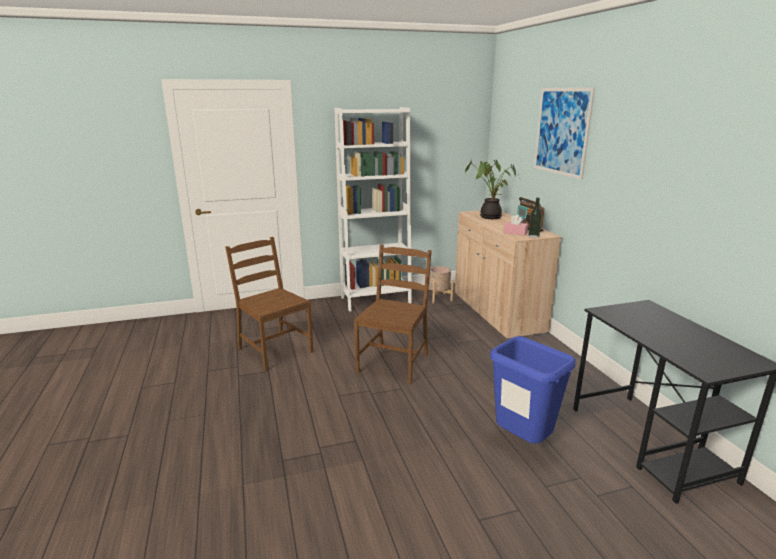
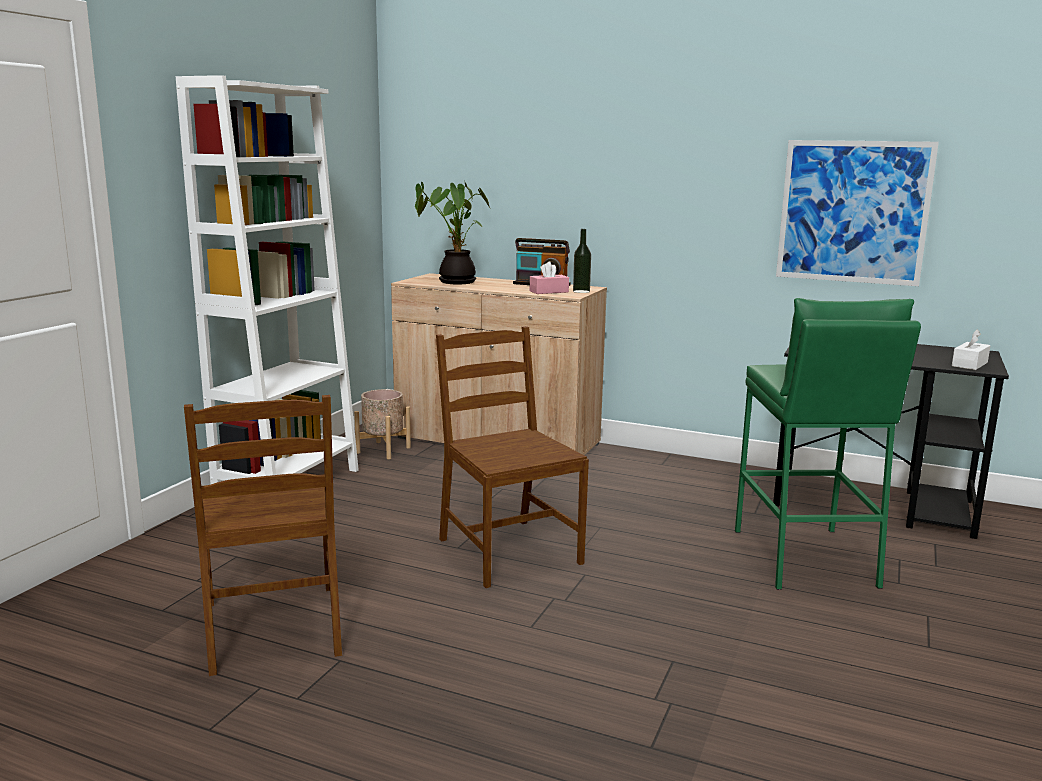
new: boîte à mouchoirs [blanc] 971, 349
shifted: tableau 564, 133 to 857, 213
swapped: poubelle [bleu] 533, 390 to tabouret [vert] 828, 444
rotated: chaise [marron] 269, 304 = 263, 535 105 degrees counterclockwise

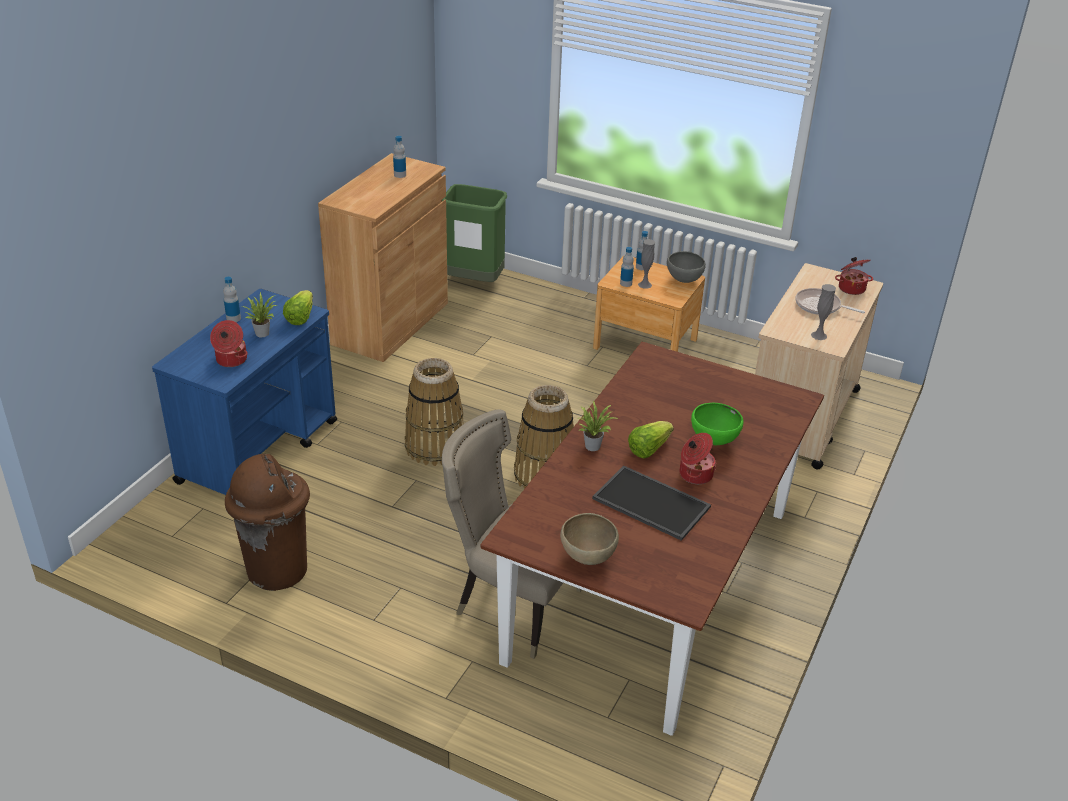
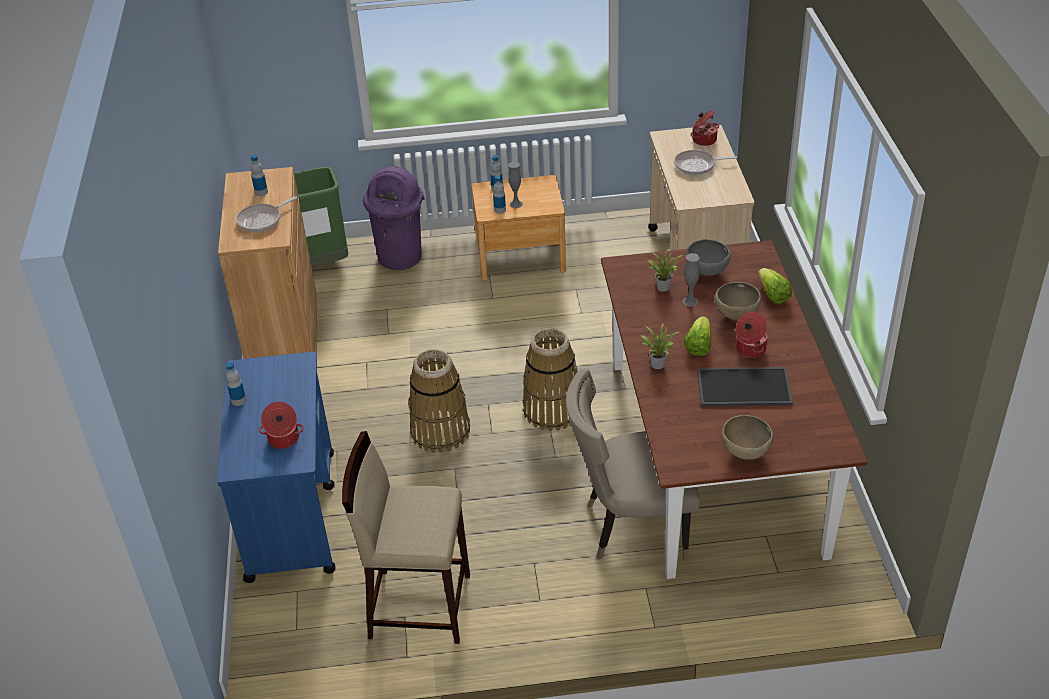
new: poubelle [violet] 393, 218; poêle 266, 214
shifted: bol [gris] 686, 267 to 708, 258; vase [gris] 823, 312 to 691, 280; laitue 298, 307 to 775, 286; plante en pot 259, 315 to 665, 270
swapped: poubelle [marron] 267, 522 to tabouret [beige] 406, 537
repainted: bol [vert] 717, 424 to bol [marron] 738, 301

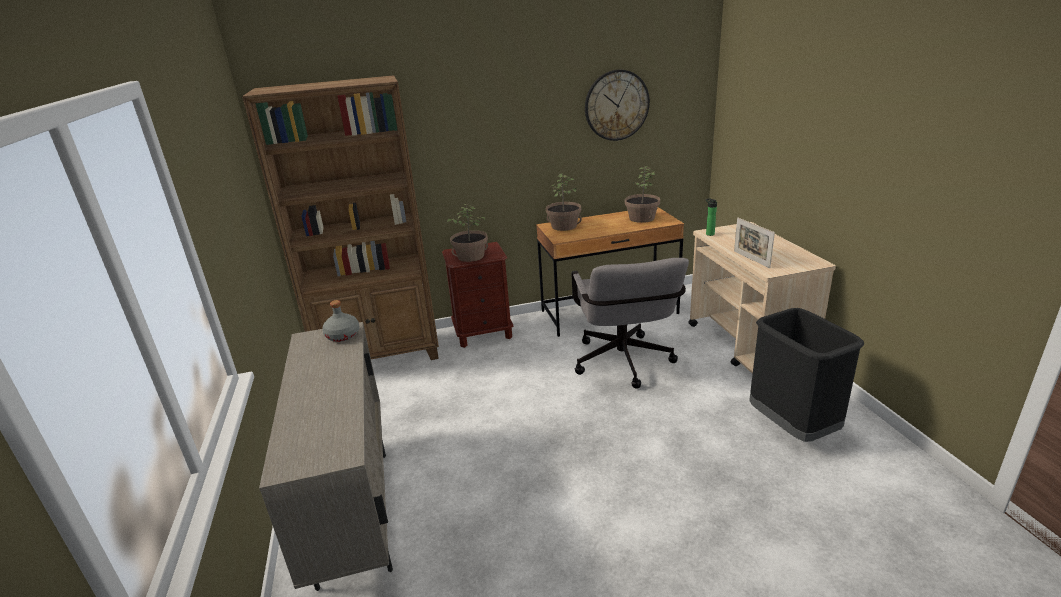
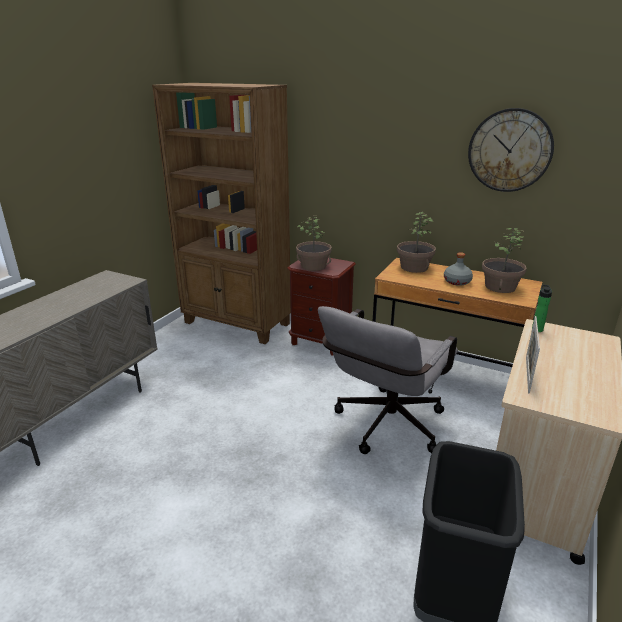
shifted: bouteille [gris] 341, 321 to 458, 269

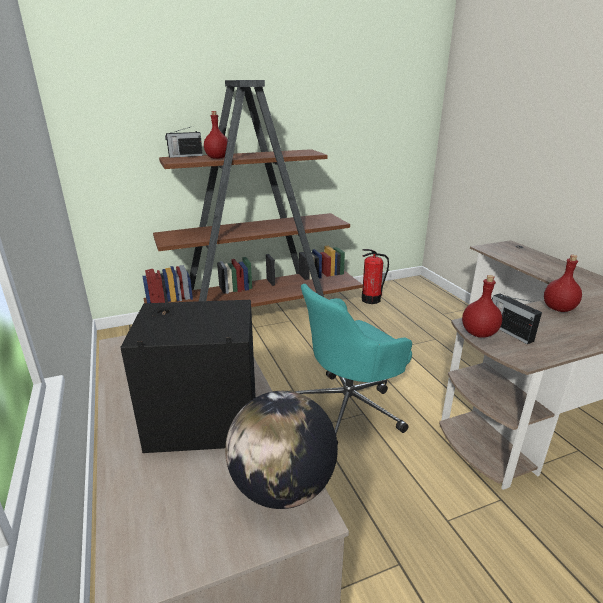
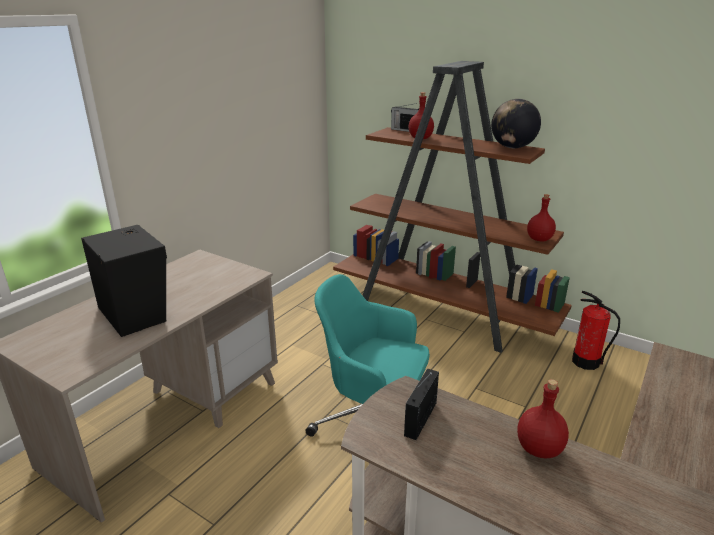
shifted: bouteille [rouge] 482, 306 to 541, 218; globe 281, 450 to 516, 123

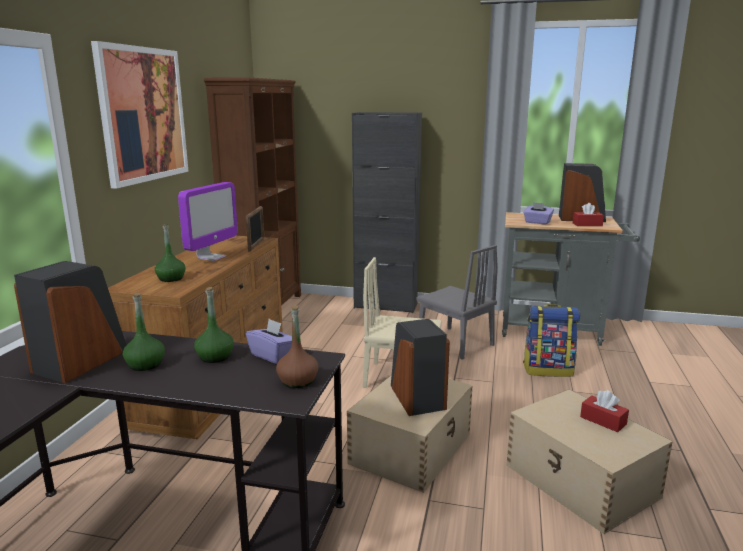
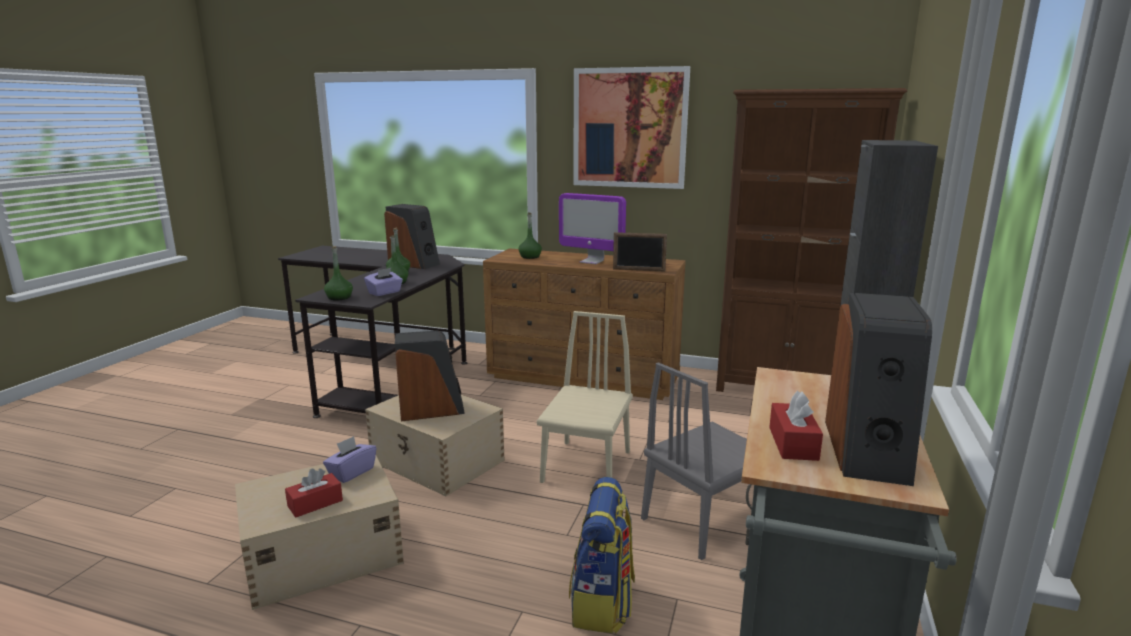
shifted: boîte à mouchoirs [violet] 539, 213 to 350, 459
repainted: bouteille [marron] 297, 346 to bouteille [vert] 338, 273

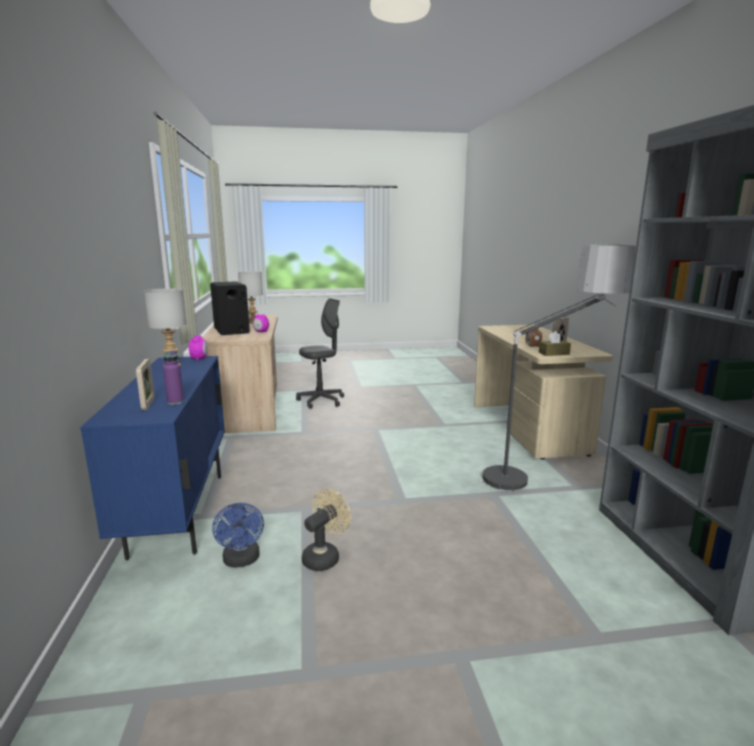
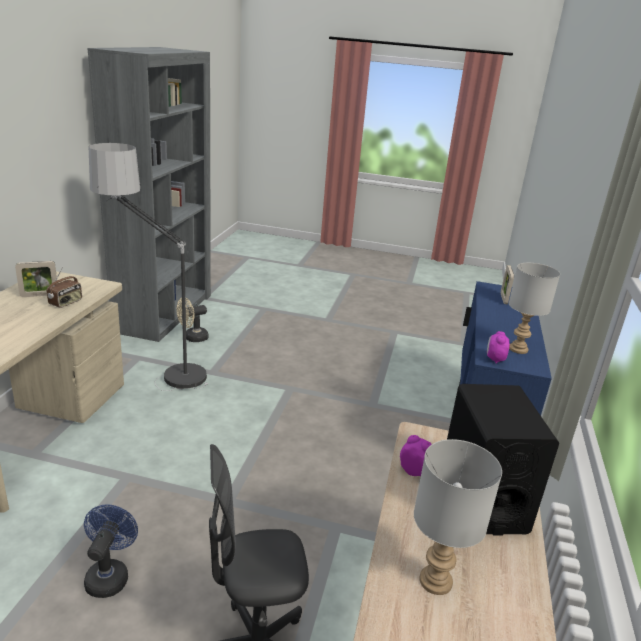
gone: boîte à mouchoirs [marron] 555, 343; bouteille [violet] 173, 377
shifted: ventilateur [beige] 326, 530 to 192, 320; ventilateur [bleu] 238, 535 to 111, 551

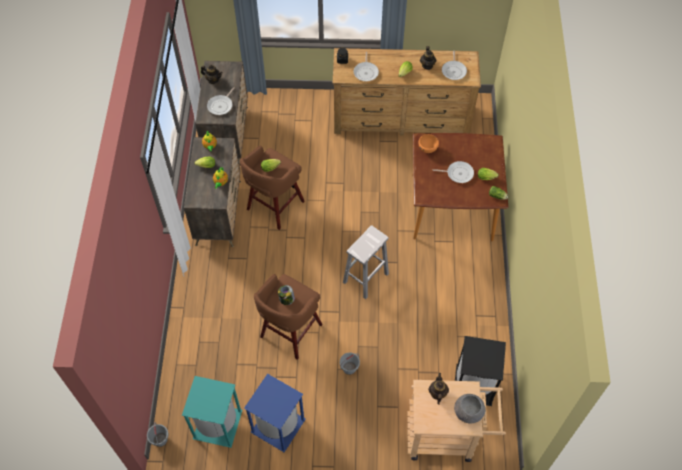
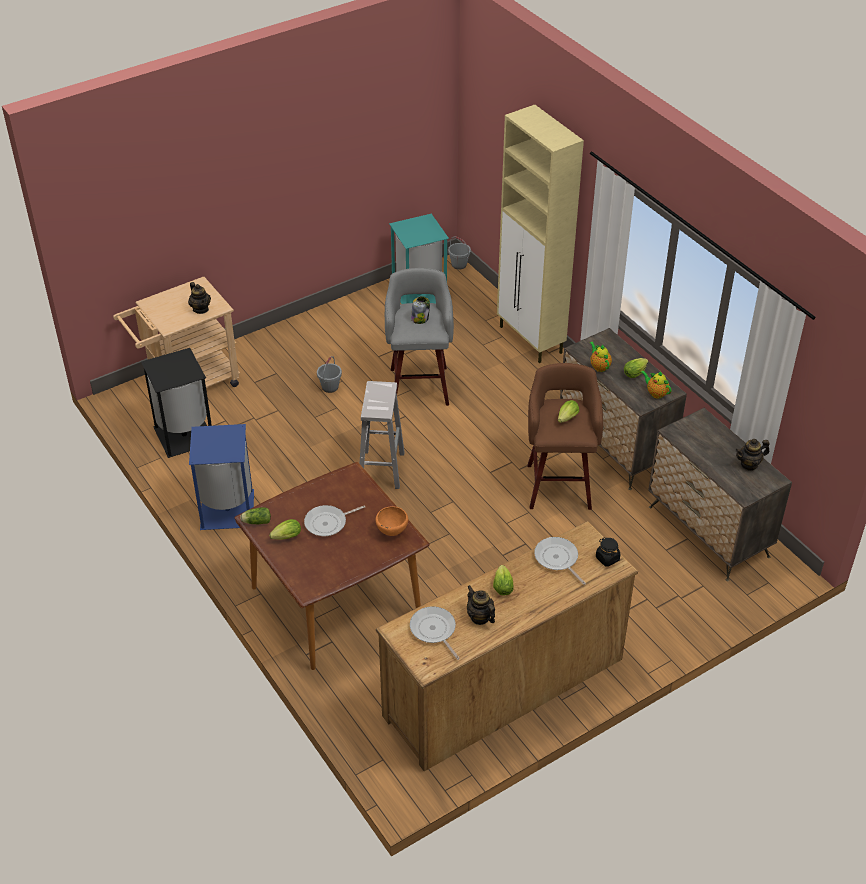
gone: poêle 221, 101; bol [gris] 470, 409
new: meuble de rangement [beige] 540, 234
shifted: poubelle [bleu] 275, 413 to 221, 477
repainted: tabouret [marron] 288, 317 to tabouret [gris] 419, 337

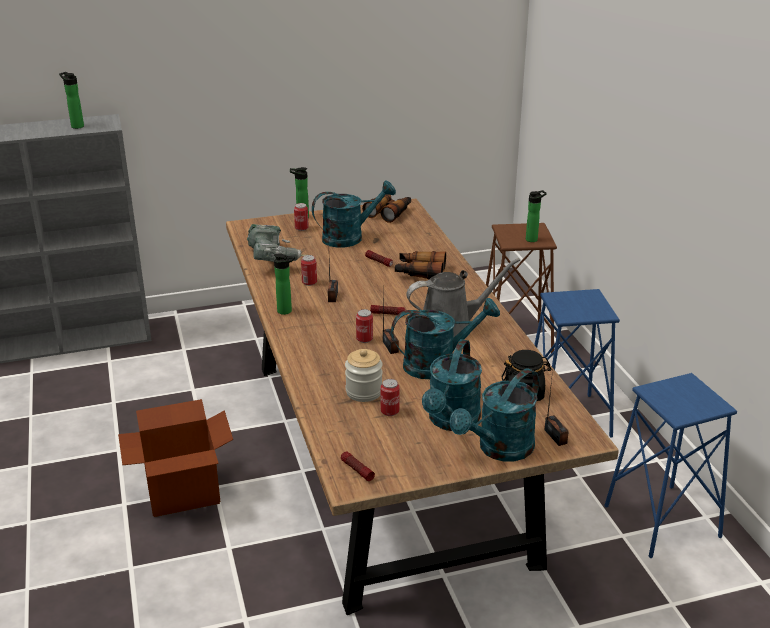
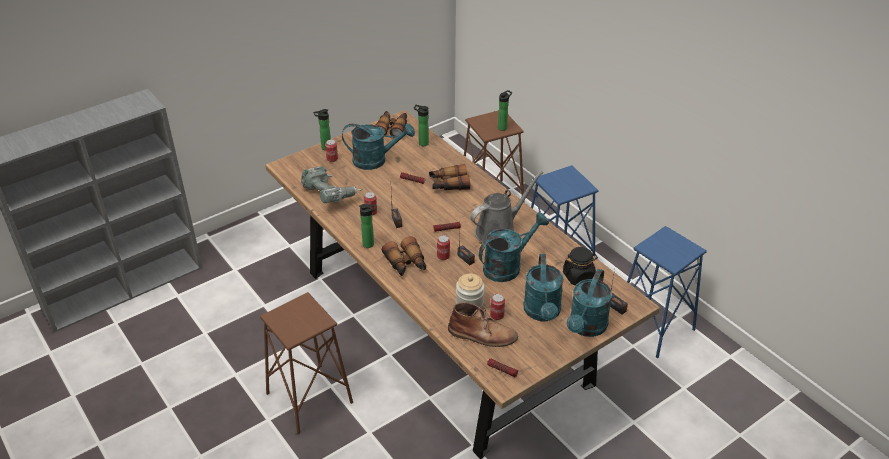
new: jumelles 404, 256; botte [marron] 483, 324
shifted: bouteille 71, 100 to 421, 125
swapped: carton 175, 458 to tabouret [marron] 306, 363
rotated: arrosoir [turquoise] 354, 214 = 378, 146 45 degrees clockwise

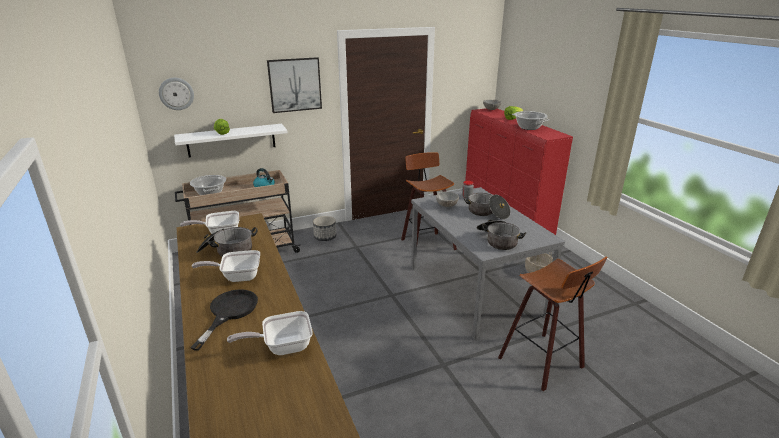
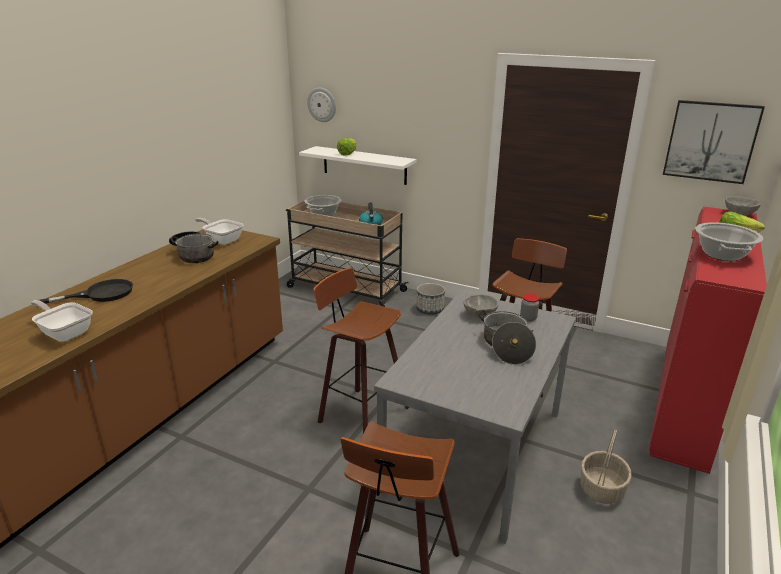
gone: marmite 501, 235; poêle 226, 266
new: tabouret 361, 351
shifted: tableau 294, 85 to 714, 142

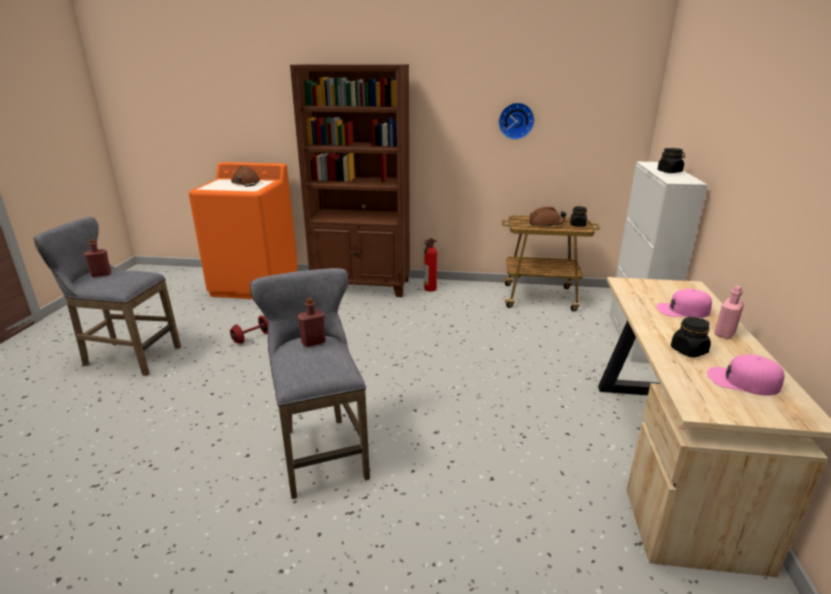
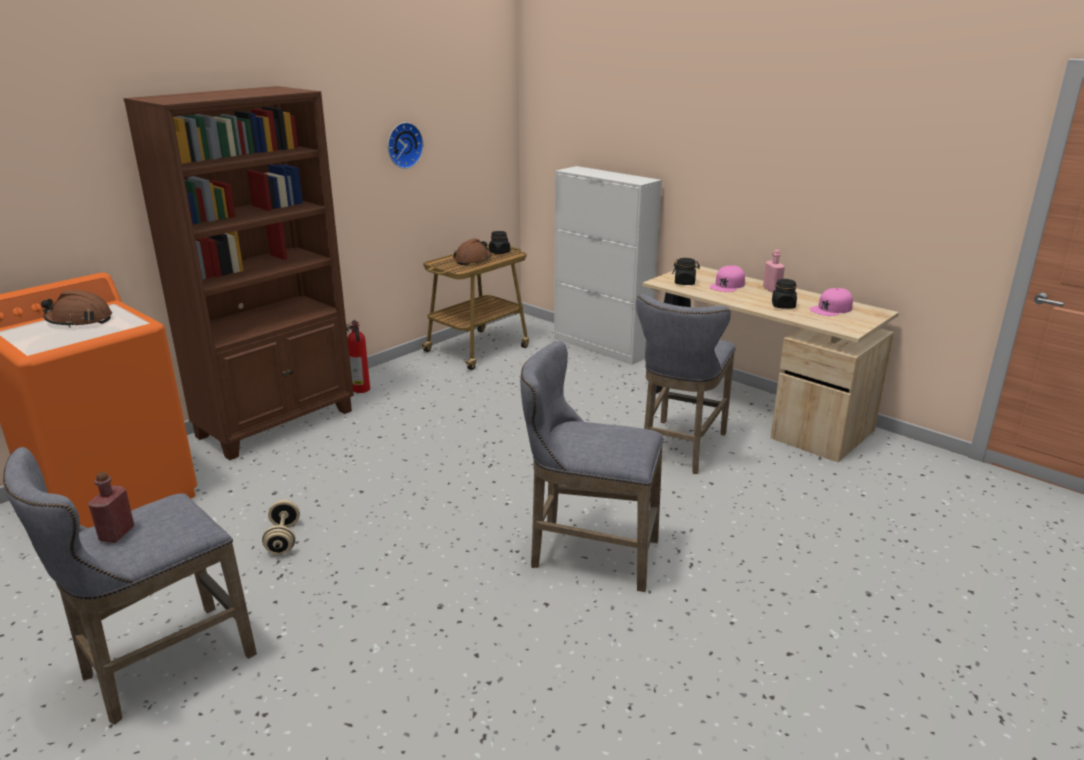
gone: bouteille [rouge] 312, 322
new: tabouret [gris] 686, 384
shifted: bocal [noir] 671, 160 to 686, 271
repainted: haltère [rouge] 249, 329 to haltère [beige] 281, 527

